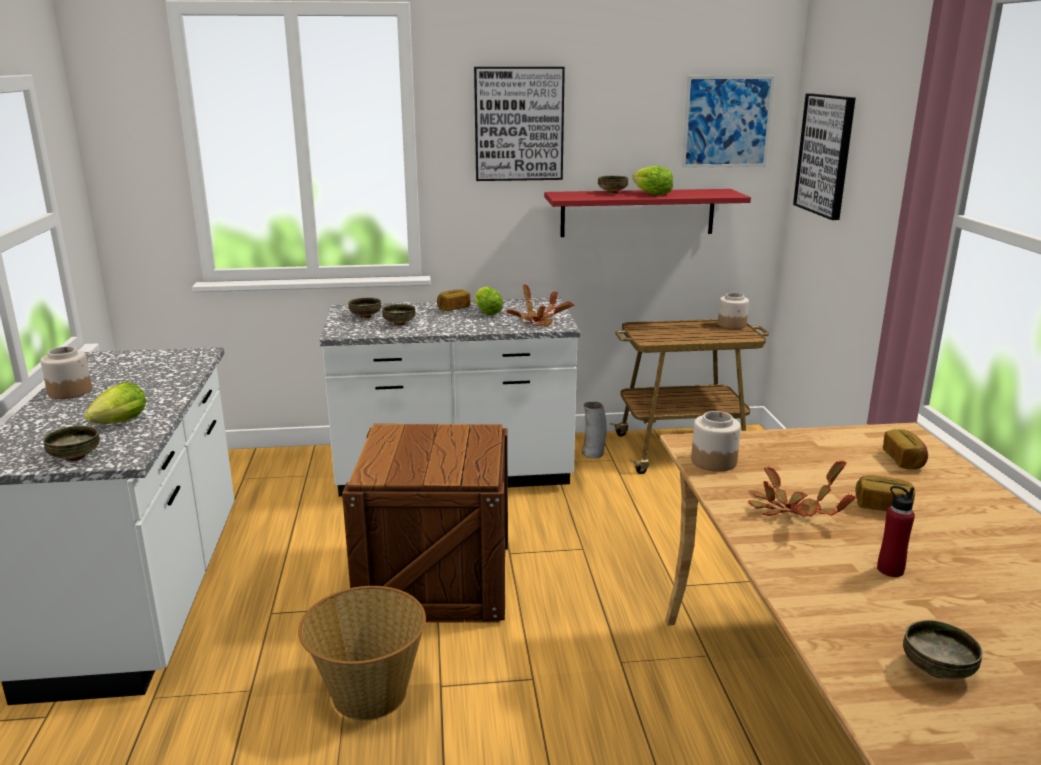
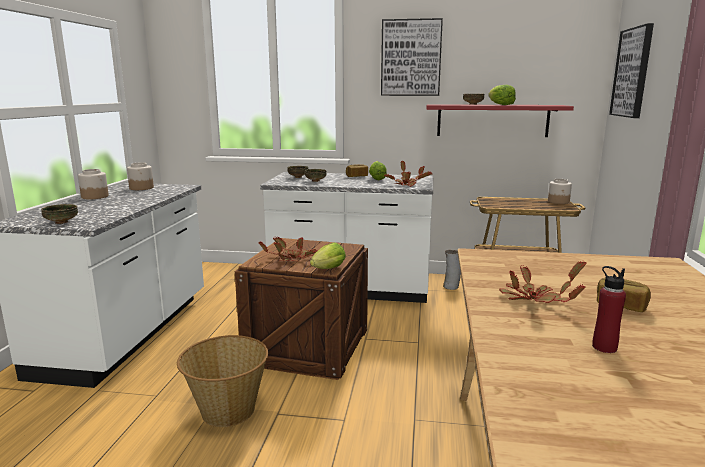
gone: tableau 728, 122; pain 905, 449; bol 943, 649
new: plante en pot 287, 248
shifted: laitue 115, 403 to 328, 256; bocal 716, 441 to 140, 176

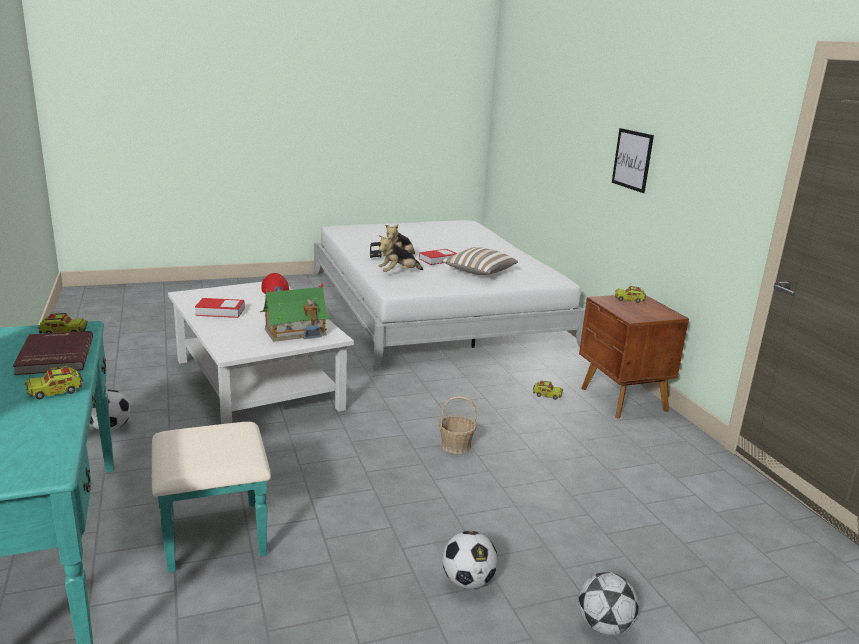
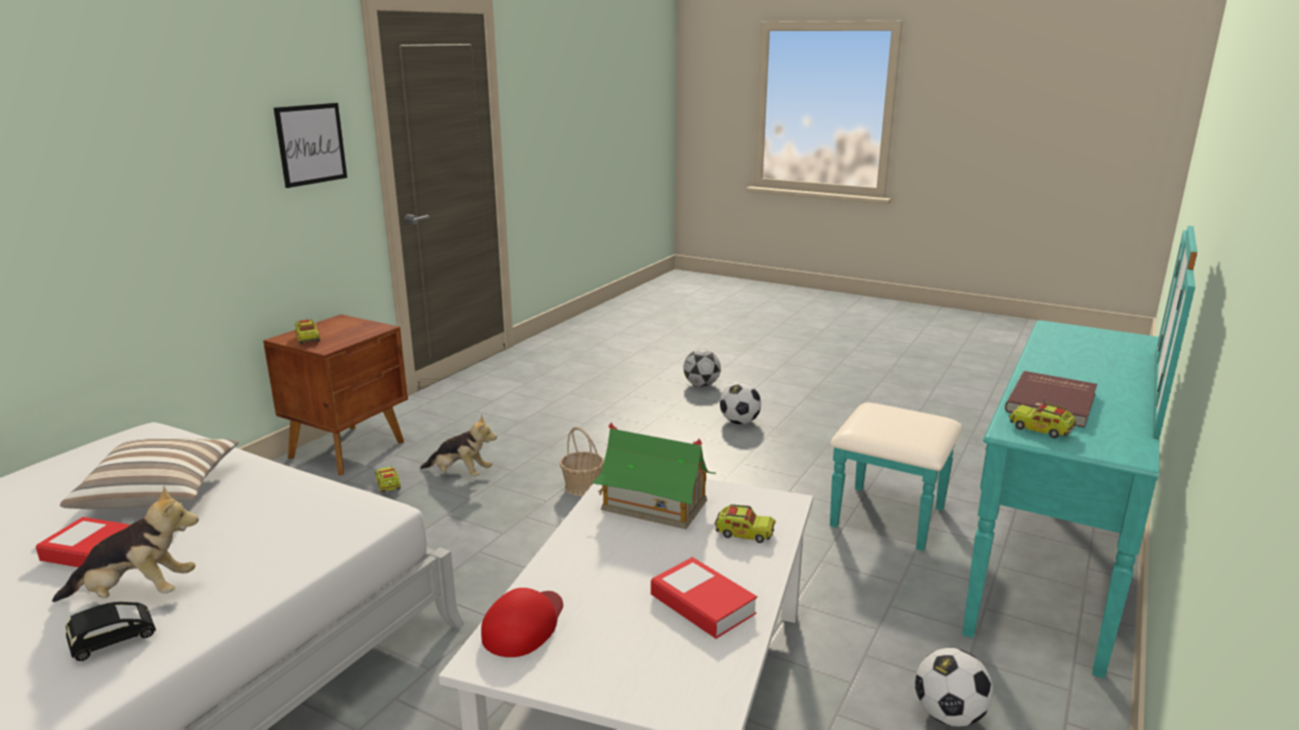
shifted: tableau 633, 160 to 310, 145; peluche 400, 253 to 458, 445; camion jouet 54, 383 to 745, 523

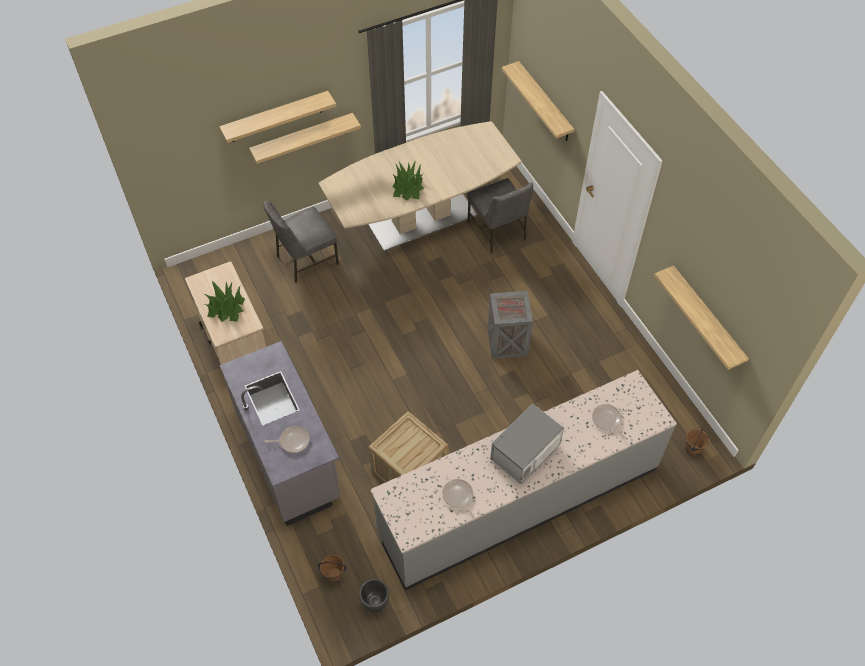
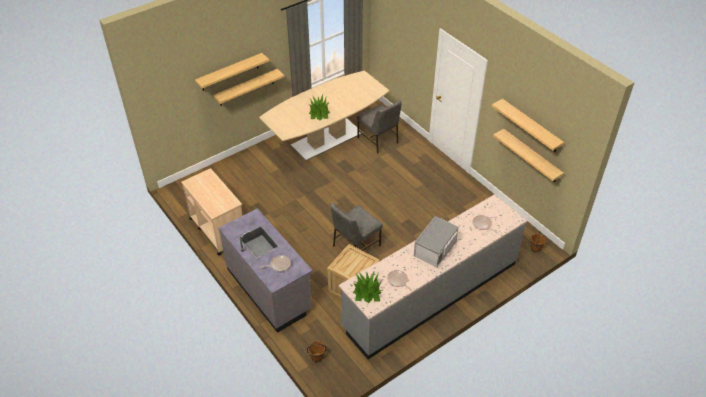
gone: caisse 510, 325; cache-pot [noir] 374, 596
shifted: étagère 538, 101 to 528, 125; chaise [gris] 301, 242 to 356, 227; plante en pot 224, 301 to 367, 286

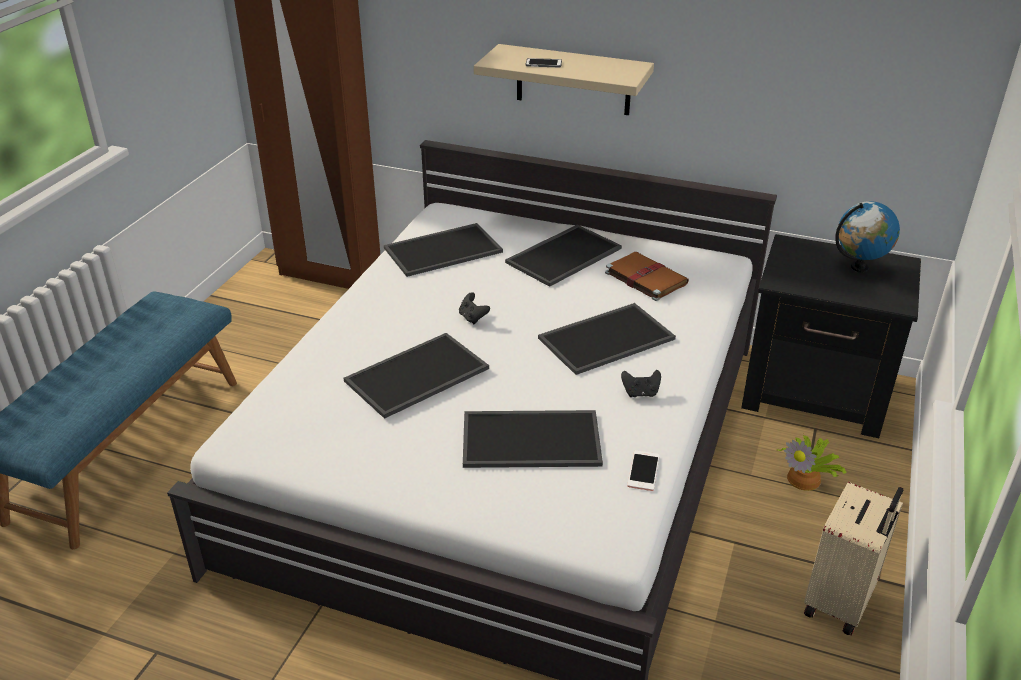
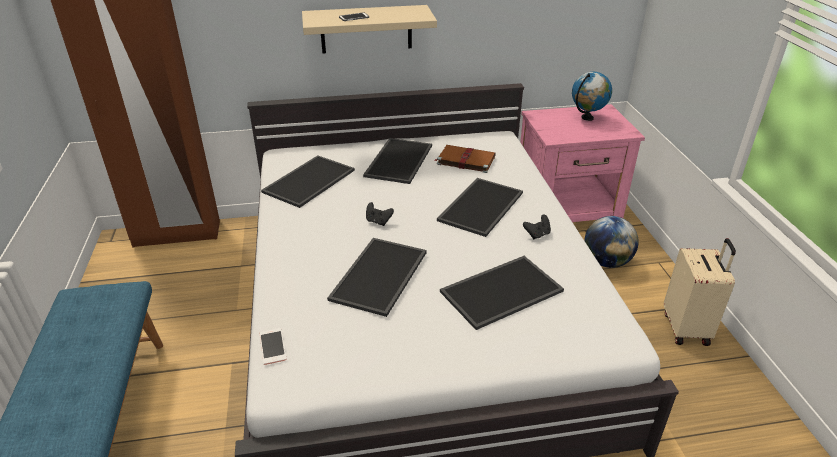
shifted: téléphone 643, 470 to 273, 346
swapped: plante en pot 811, 462 to globe 611, 242
repainted: table de chevet [noir] 831, 336 to table de chevet [rose] 582, 163

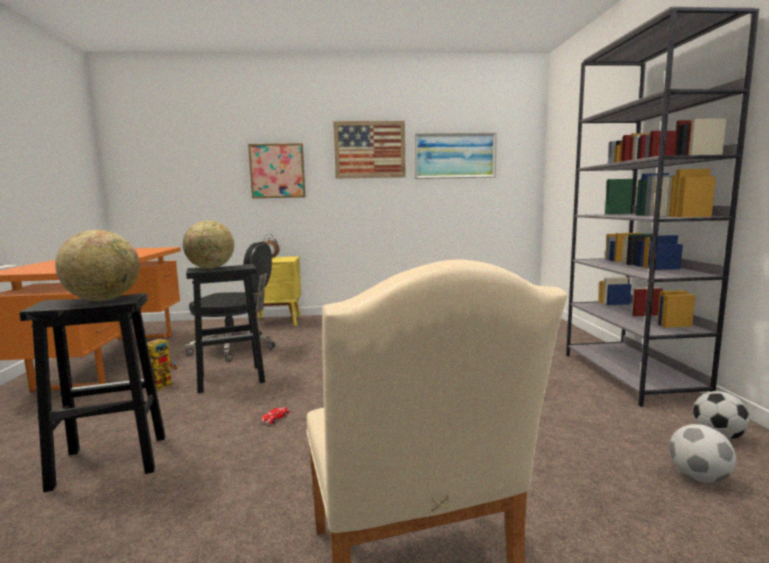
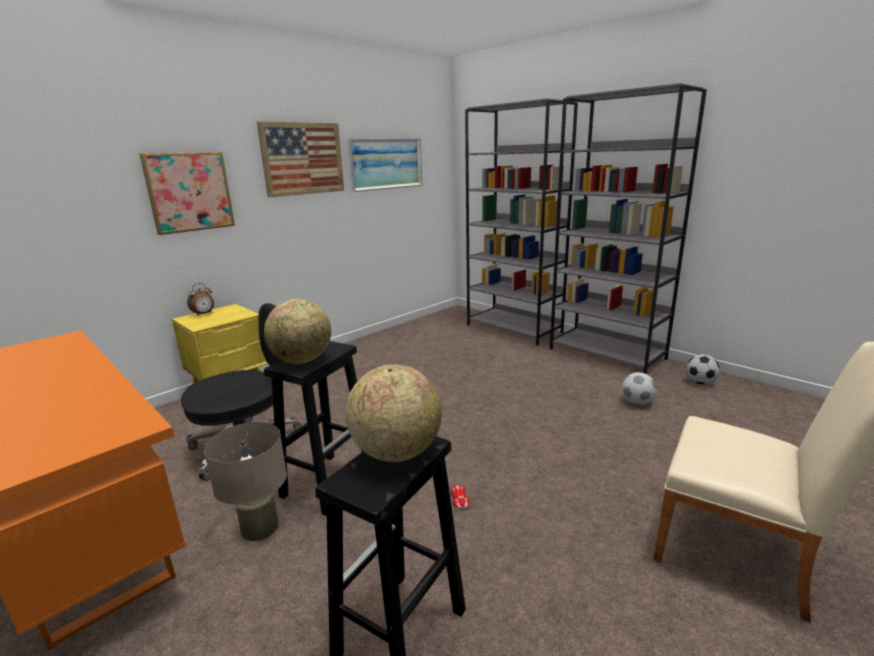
new: bibliothèque [gris] 521, 221
shifted: ballon de foot 702, 453 to 639, 388
swapped: robot jouet 162, 363 to lampe de table [beige] 245, 481

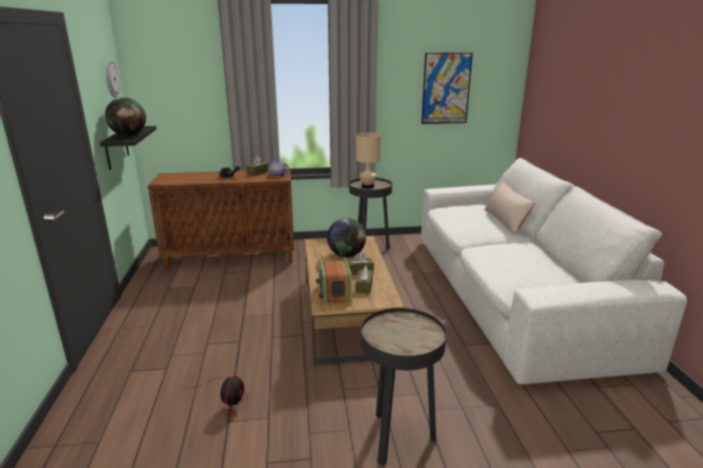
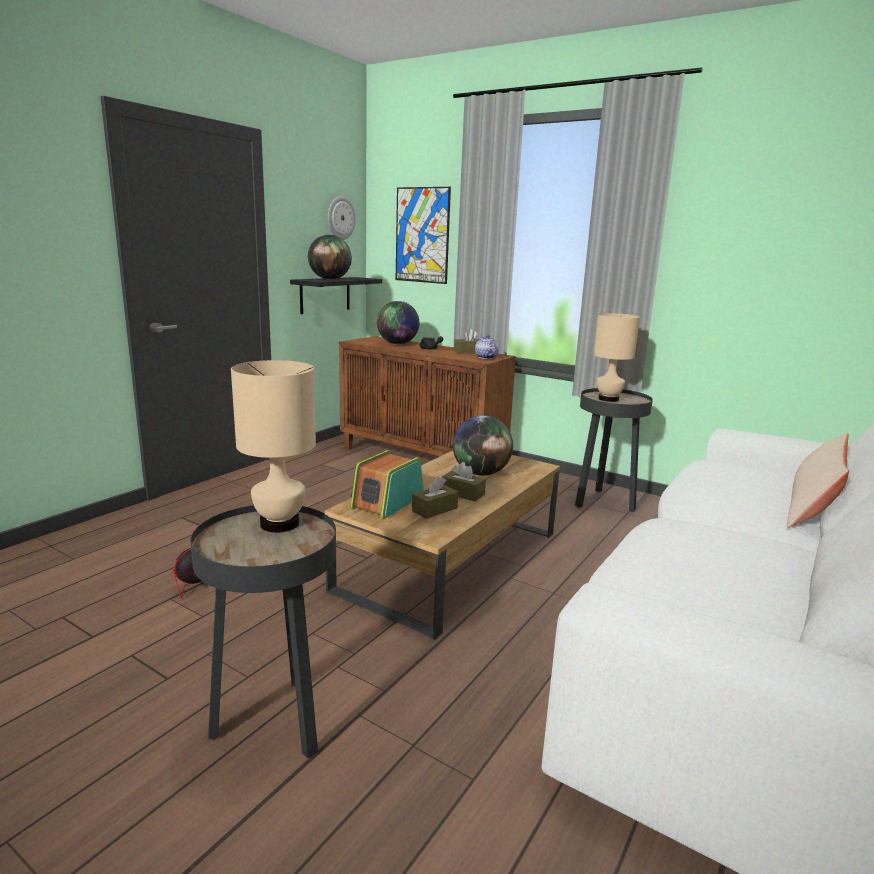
new: globe 398, 322; lampe de table [beige] 273, 446
shifted: tableau 447, 88 to 423, 235

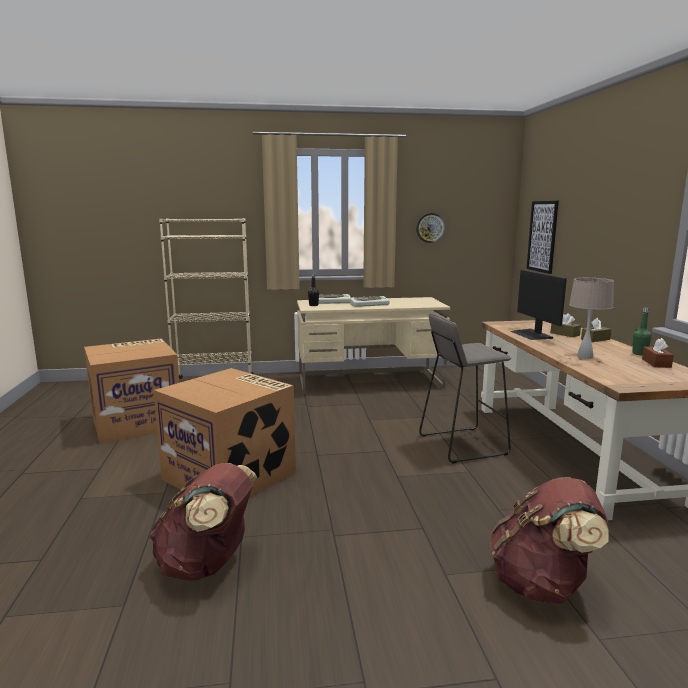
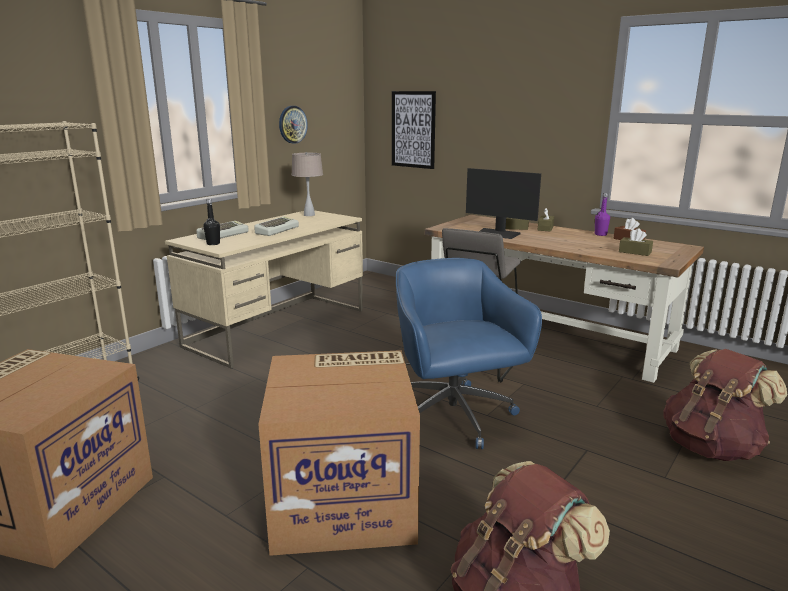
new: boîte à mouchoirs [marron] 636, 242; chaise de bureau [bleu] 469, 353
shifted: lampe de table [beige] 591, 318 to 307, 184
repainted: bouteille [vert] 642, 331 to bouteille [violet] 602, 214

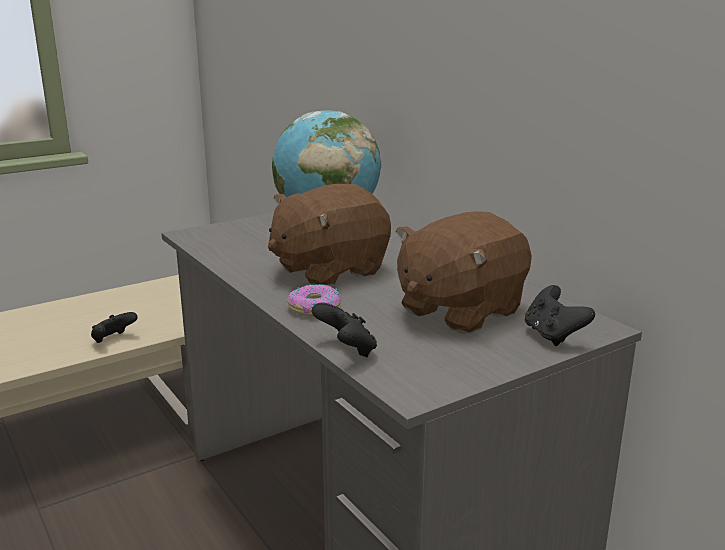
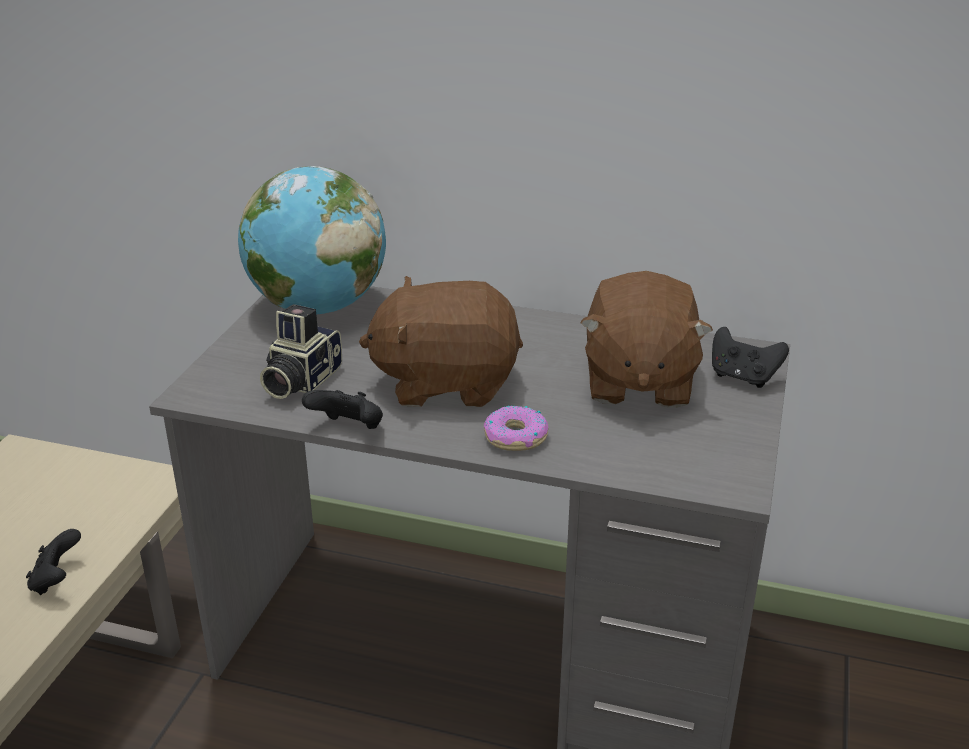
new: appareil photo 301, 351
shifted: manette [noir] 344, 330 to 342, 409
rotated: peluche [marron] 329, 235 = 441, 341 75 degrees clockwise

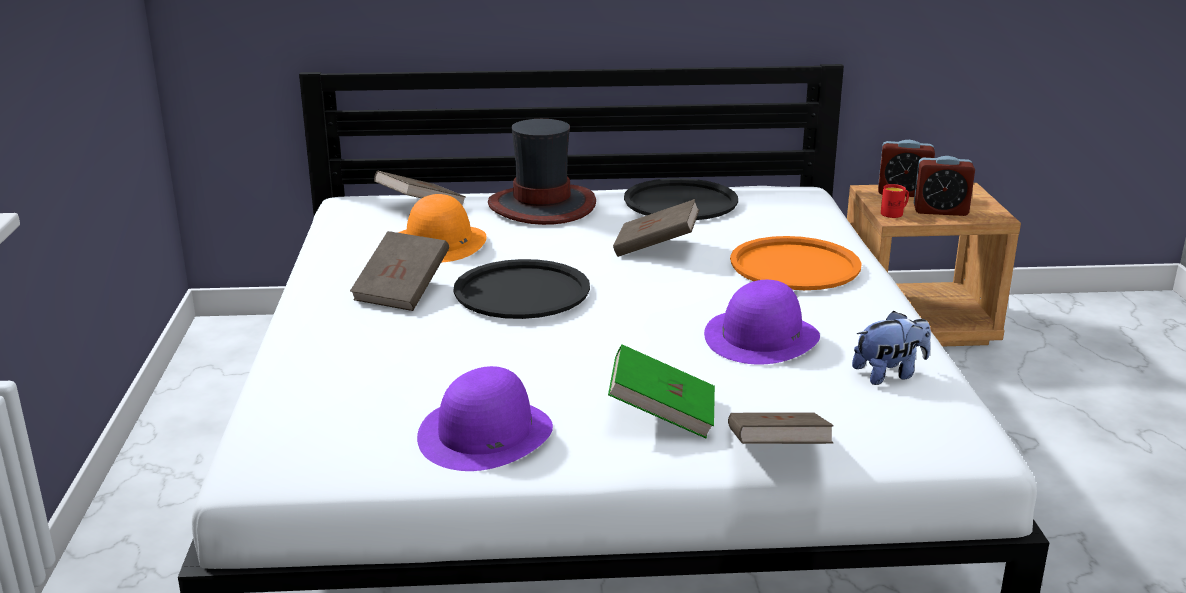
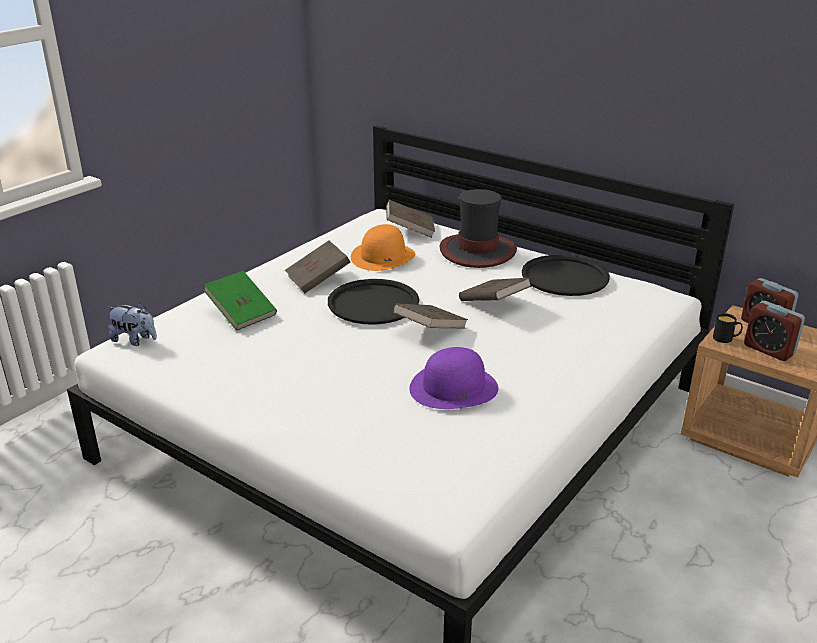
gone: plateau [orange] 796, 263; chapeau [violet] 485, 418
shifted: peluche 891, 348 to 132, 324; livre [vert] 661, 391 to 240, 301; livre [marron] 781, 428 to 430, 315
repainted: mug [rouge] 895, 201 to mug [noir] 728, 328

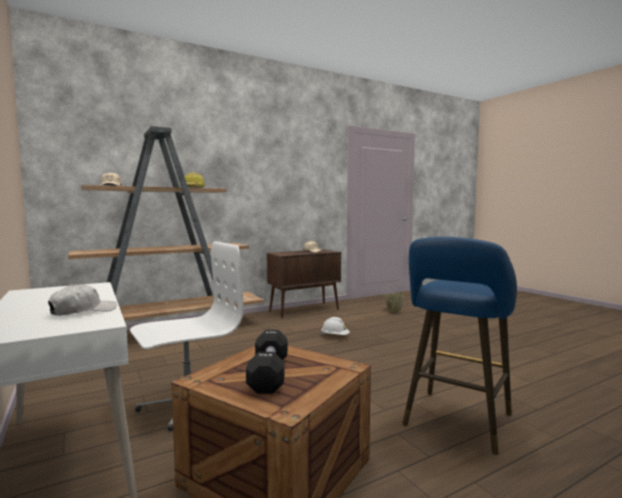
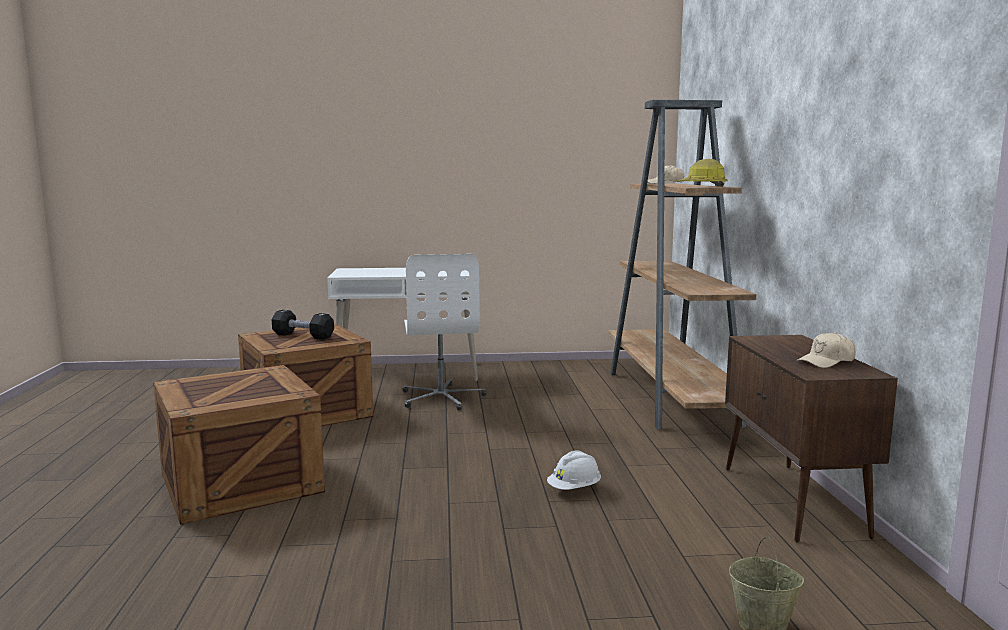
gone: casquette [blanc] 82, 300
swapped: tabouret [bleu] 459, 346 to caisse 239, 445

